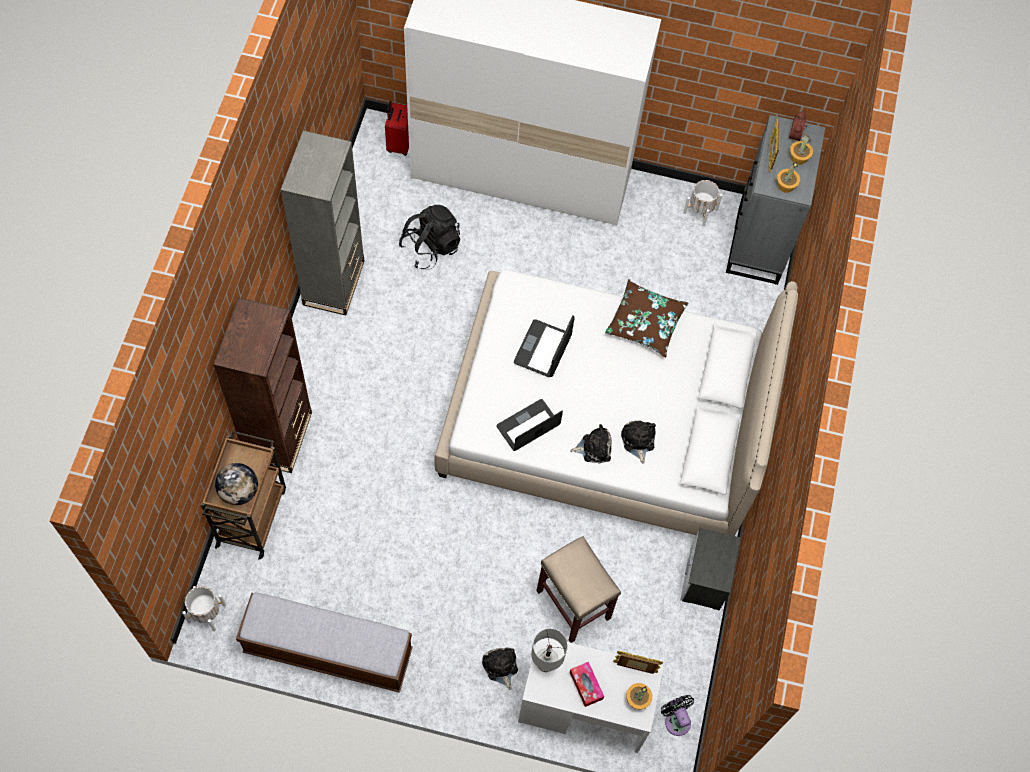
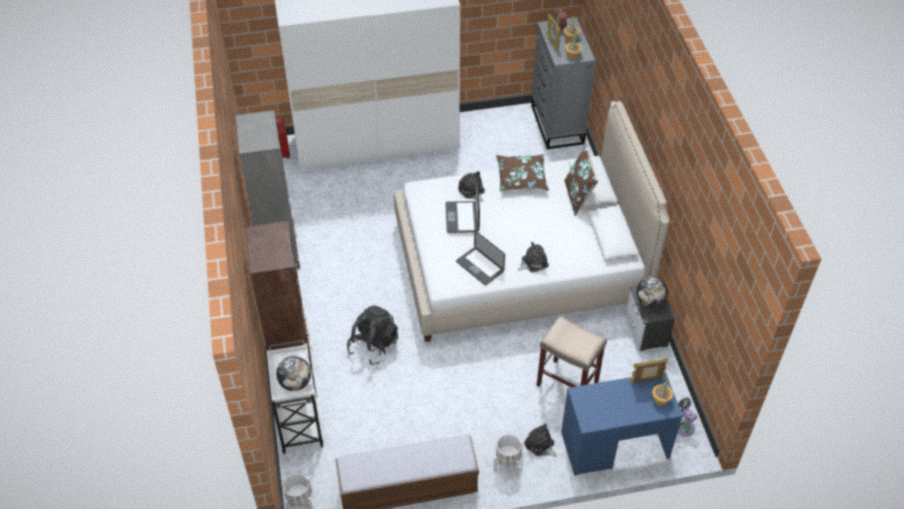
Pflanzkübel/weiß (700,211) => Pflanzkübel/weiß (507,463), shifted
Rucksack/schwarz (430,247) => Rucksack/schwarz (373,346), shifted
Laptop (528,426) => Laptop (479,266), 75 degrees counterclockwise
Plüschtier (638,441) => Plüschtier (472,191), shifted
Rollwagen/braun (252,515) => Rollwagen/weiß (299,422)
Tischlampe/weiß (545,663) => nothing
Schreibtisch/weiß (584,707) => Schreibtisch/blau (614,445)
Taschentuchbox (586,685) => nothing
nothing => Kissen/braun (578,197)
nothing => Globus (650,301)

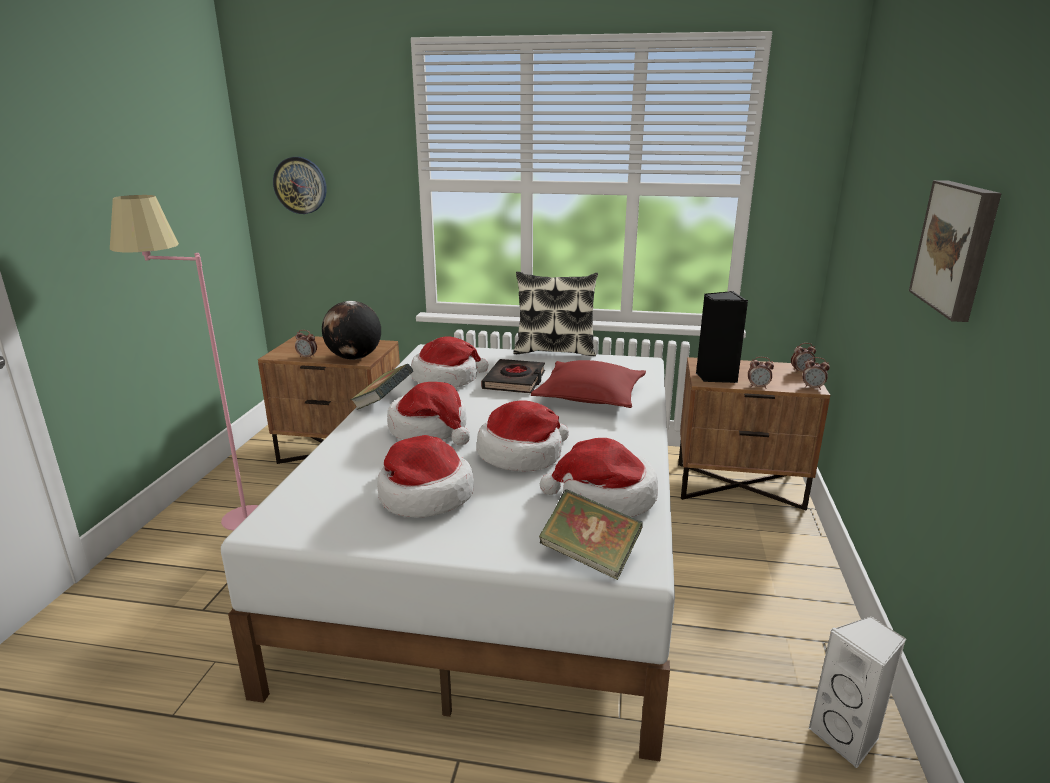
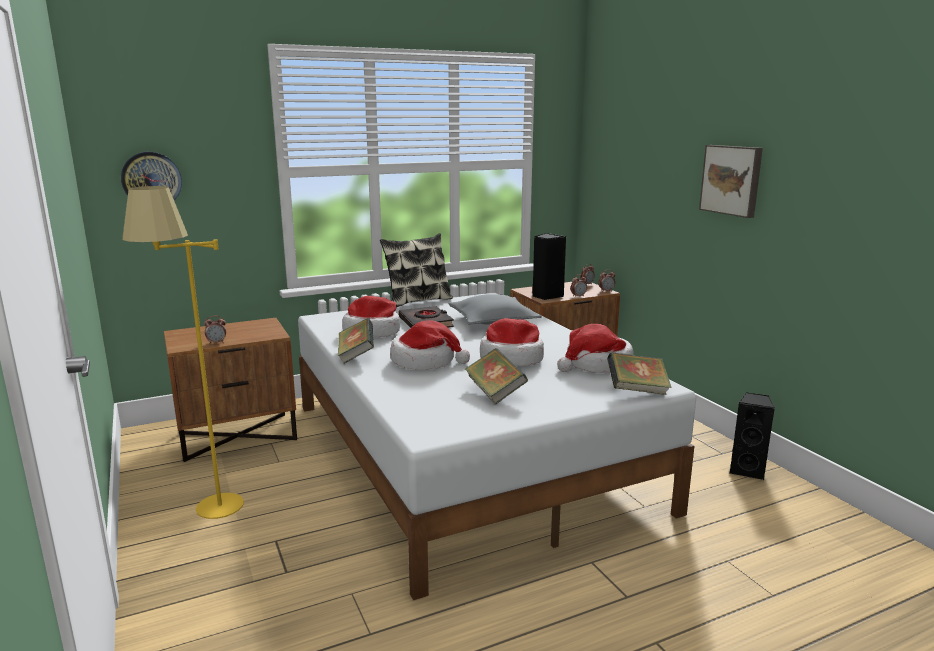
Stehlampe/rosa (224,526) => Stehlampe/gelb (208,517)
Globus (354,358) => nothing
Kissen/rot (590,396) => Kissen/grau (493,321)
Hut (424,495) => Buch (495,393)
Lautsprecher/weiß (847,738) => Lautsprecher/schwarz (747,470)

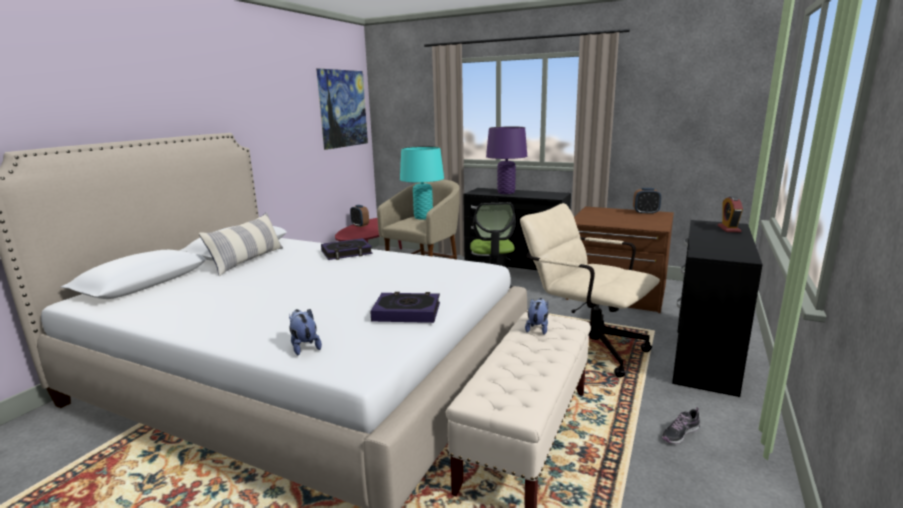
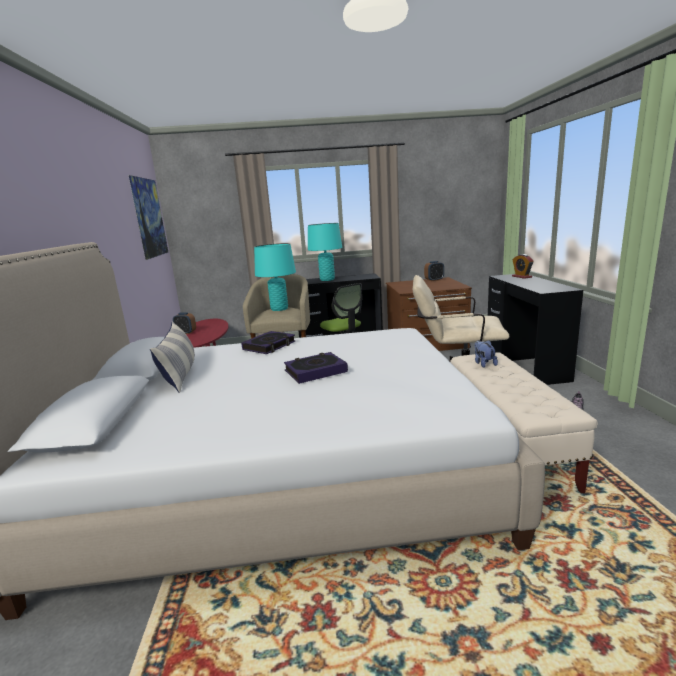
Tischlampe/lila (506,192) => Tischlampe/türkis (327,279)
Buch (407,312) => Buch (315,371), shifted
Plüschtier (304,346) => nothing

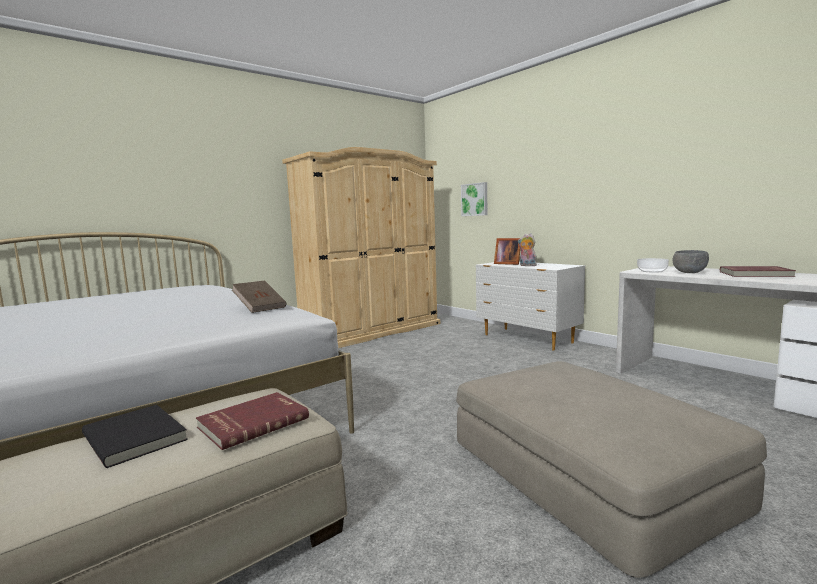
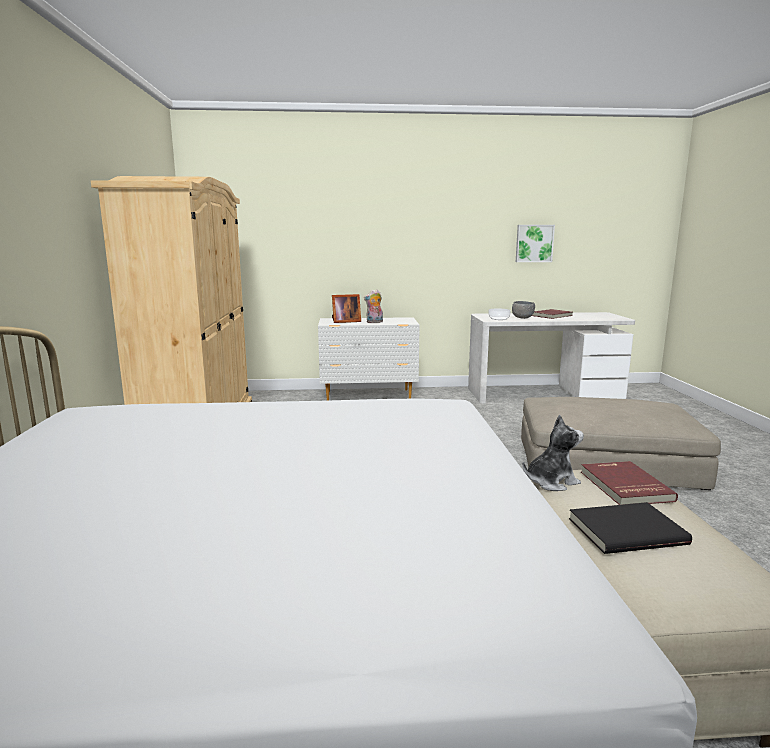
Bild (475,199) => Bild (534,243), shifted
Buch/braun (260,307) => nothing
nothing => Plüschtier (551,482)

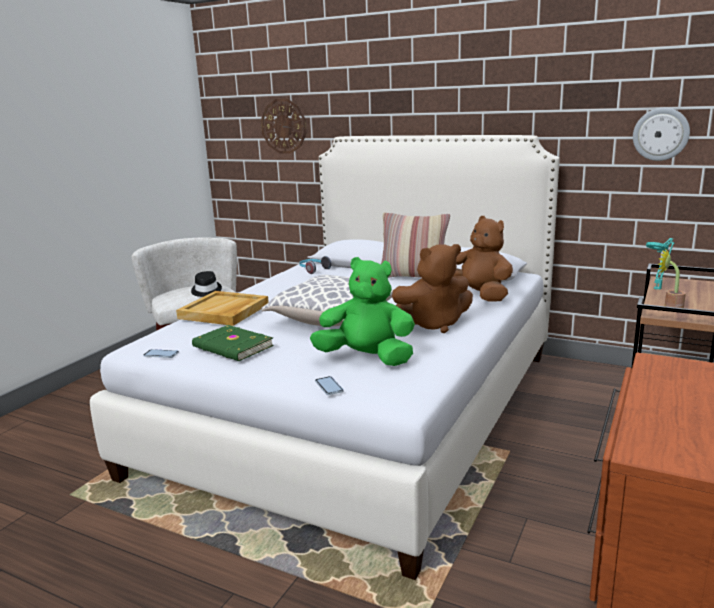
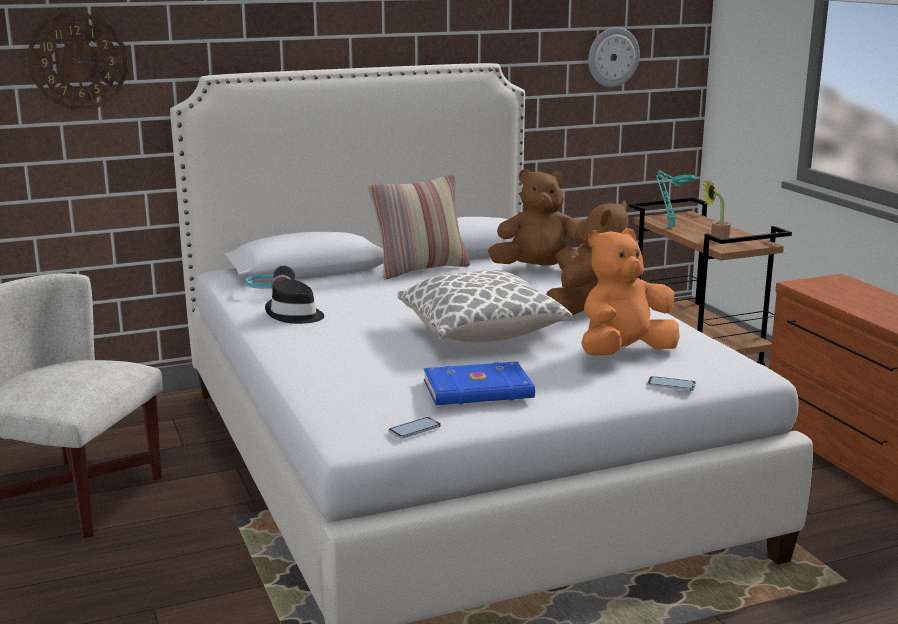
Plüschtier/grün (367,358) => Plüschtier/orange (624,353)
Hut/schwarz (206,291) => Hut/schwarz (295,315), shifted
Tablett/beige (224,311) => nothing
Buch/grün (232,347) => Buch/blau (479,390)

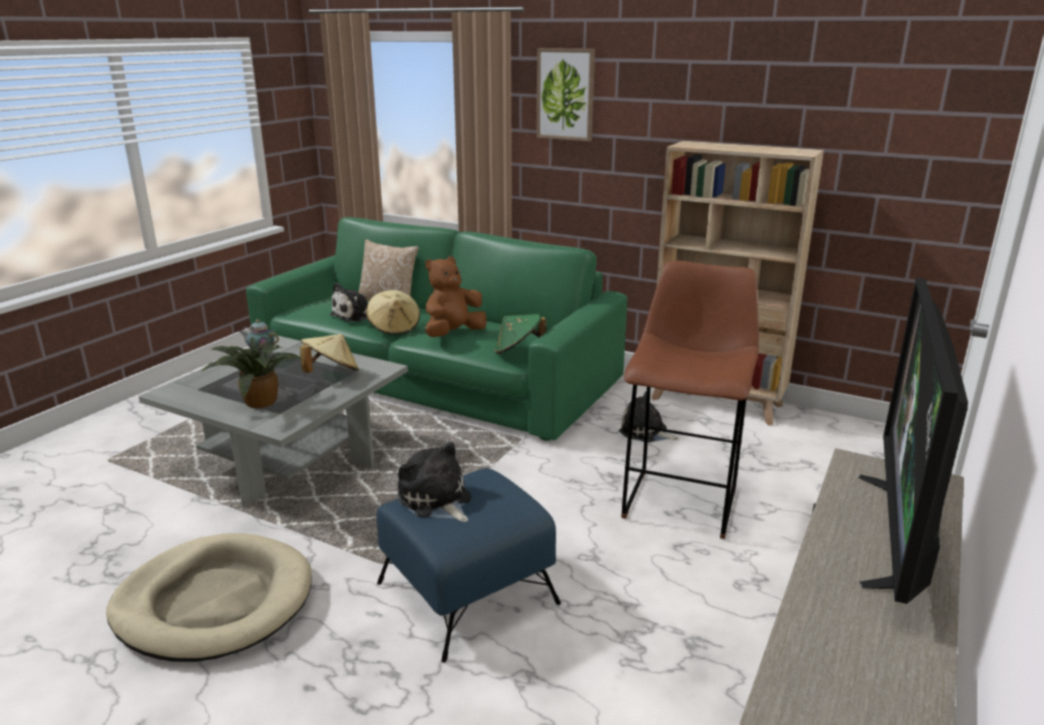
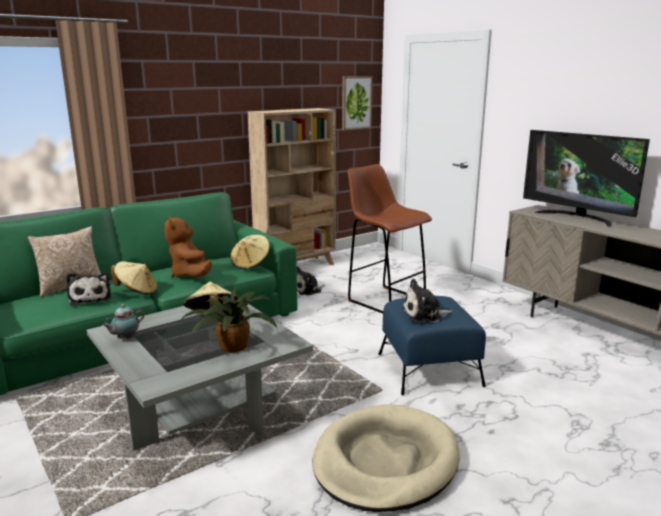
Bild (565,94) => Bild (356,102), shifted
Hut/grün (518,350) => Hut/beige (251,264)

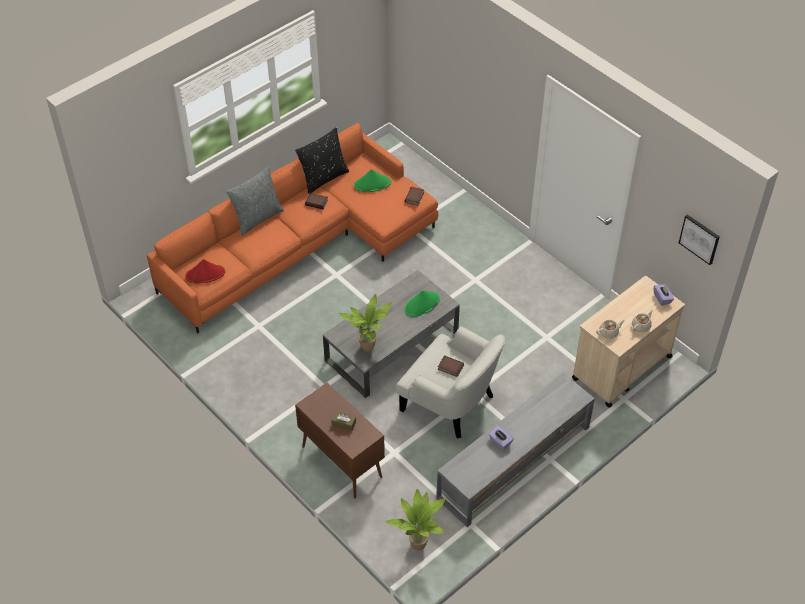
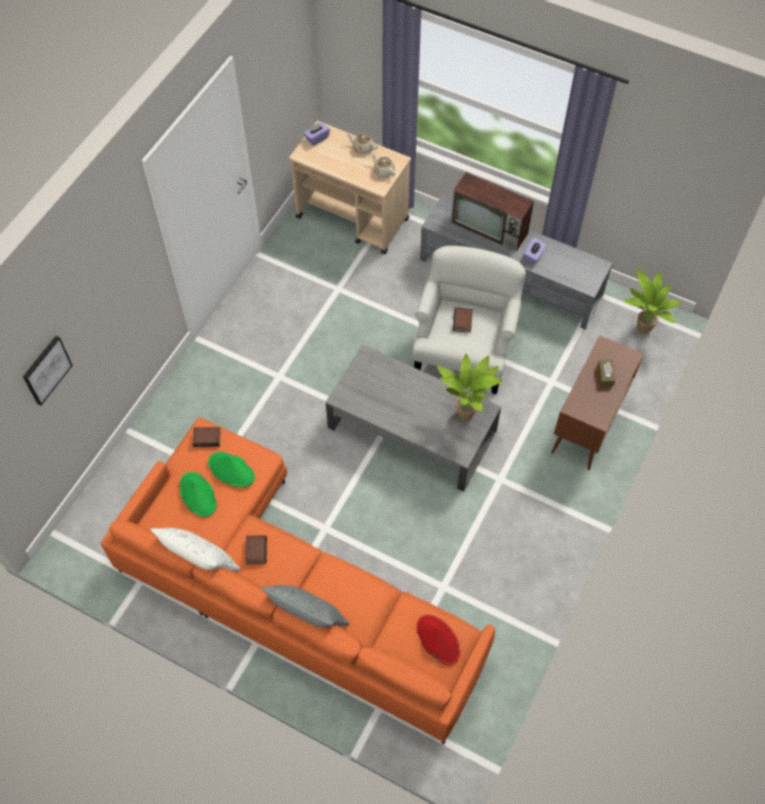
Kissen/schwarz (323,178) => Kissen/weiß (201,563)
Bild (699,239) => Bild (46,370), shifted
Hut/grün (422,305) => Hut/grün (231,470), shifted
nothing => Fernseher (491,228)

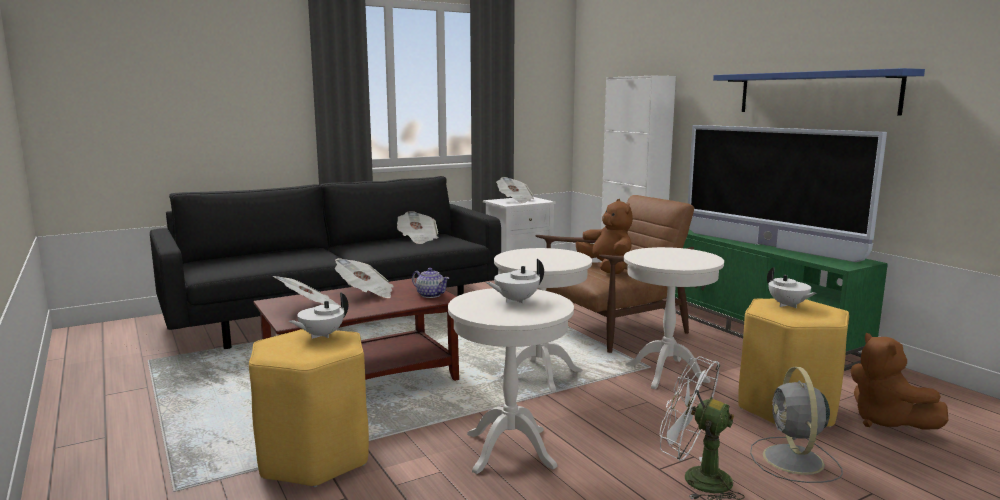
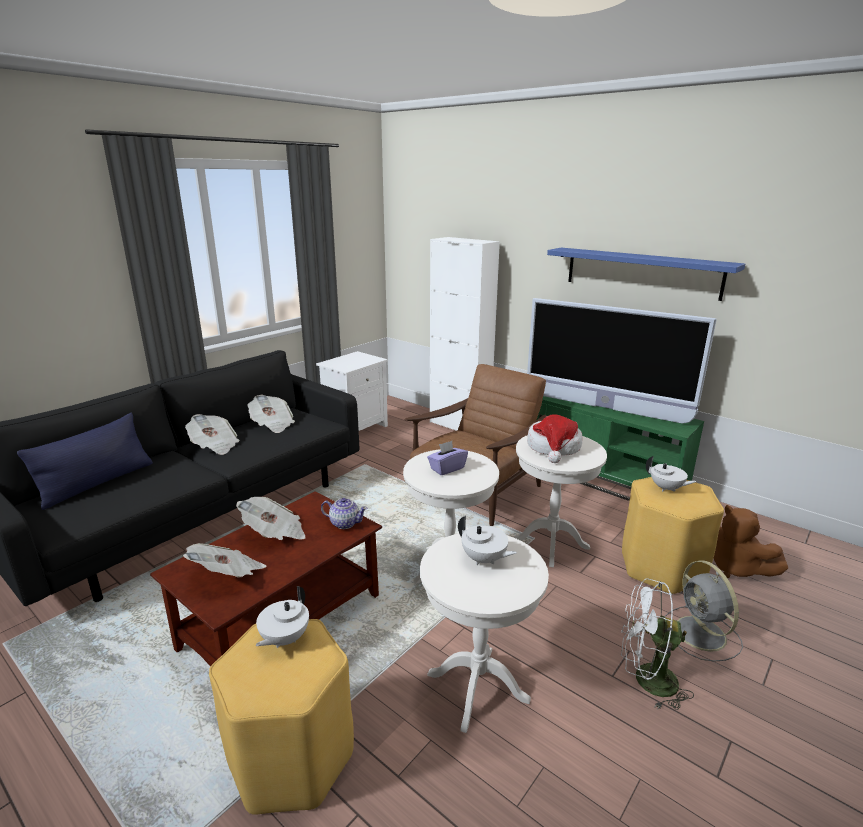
Zeitung (515,200) => Zeitung (214,446), shifted
Plüschtier/braun (606,269) => nothing
Teekanne/weiß (516,300) => Teekanne/weiß (484,559), 90 degrees counterclockwise
nothing => Kissen/blau (97,483)
nothing => Hut (554,447)
nothing => Taschentuchbox/lila (447,468)

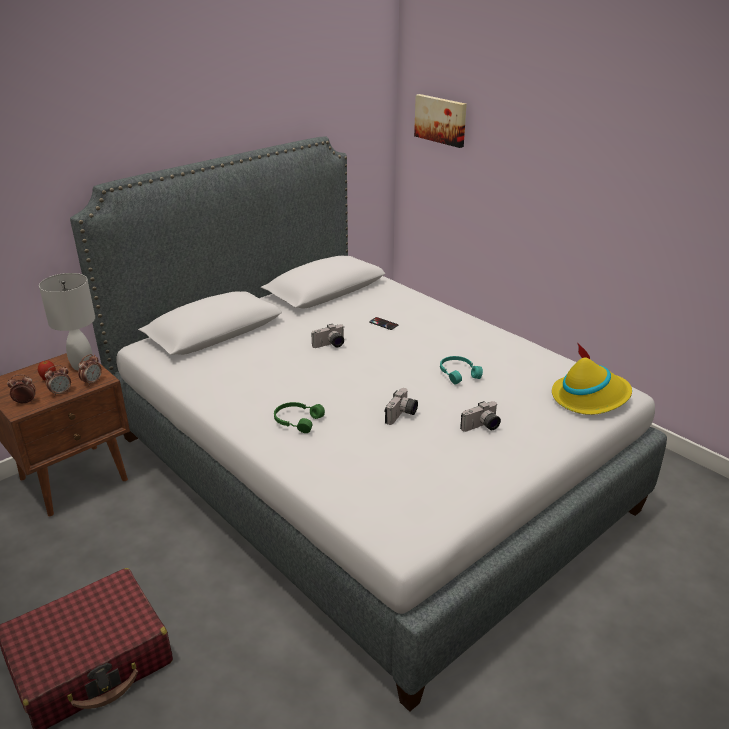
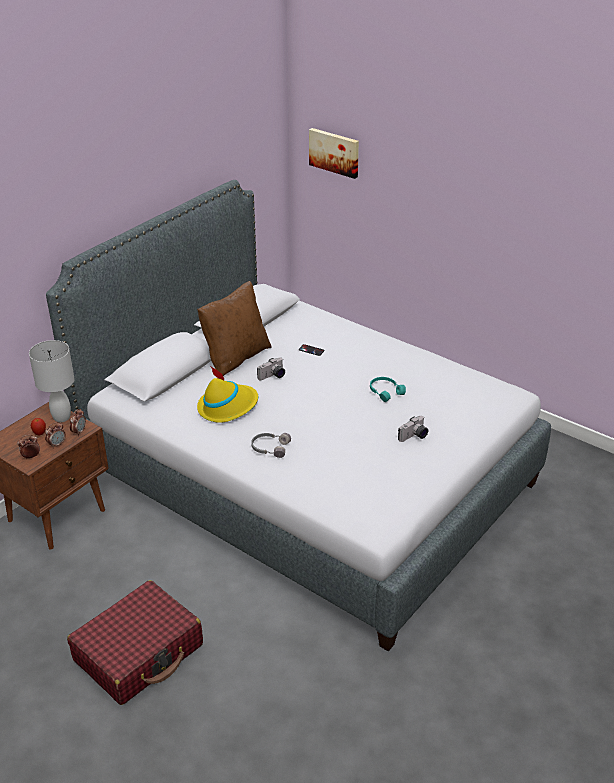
Hut/gelb (590,397) => Hut/gelb (227,407), shifted
Kamera (402,415) => nothing
Kopfhörer/grün (297,421) => Kopfhörer/grau (270,448)
nothing => Kissen/braun (235,358)

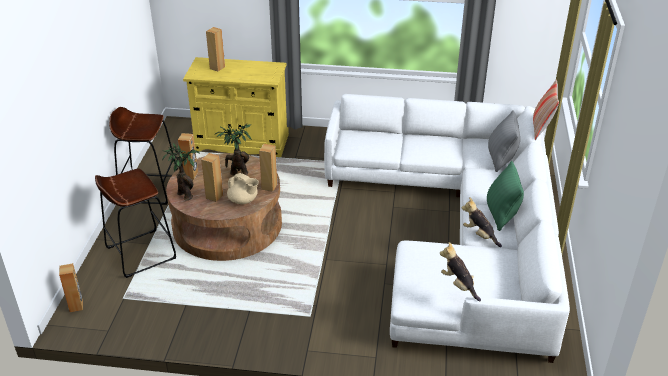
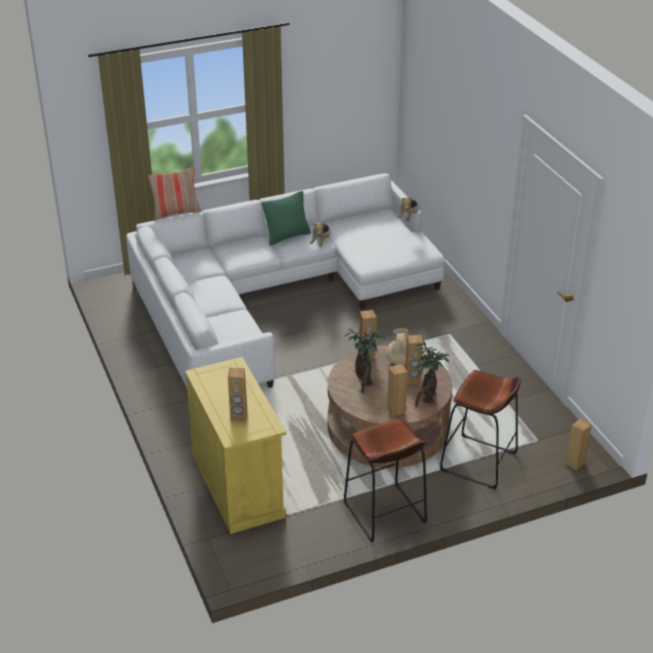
Kissen/grau (501,159) => nothing

